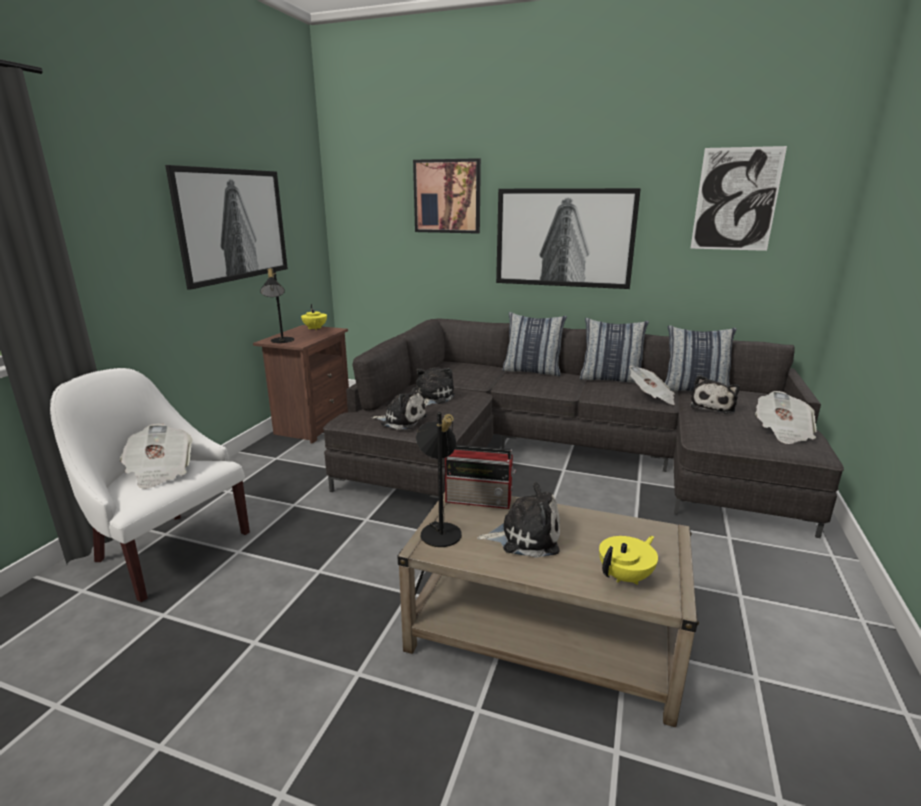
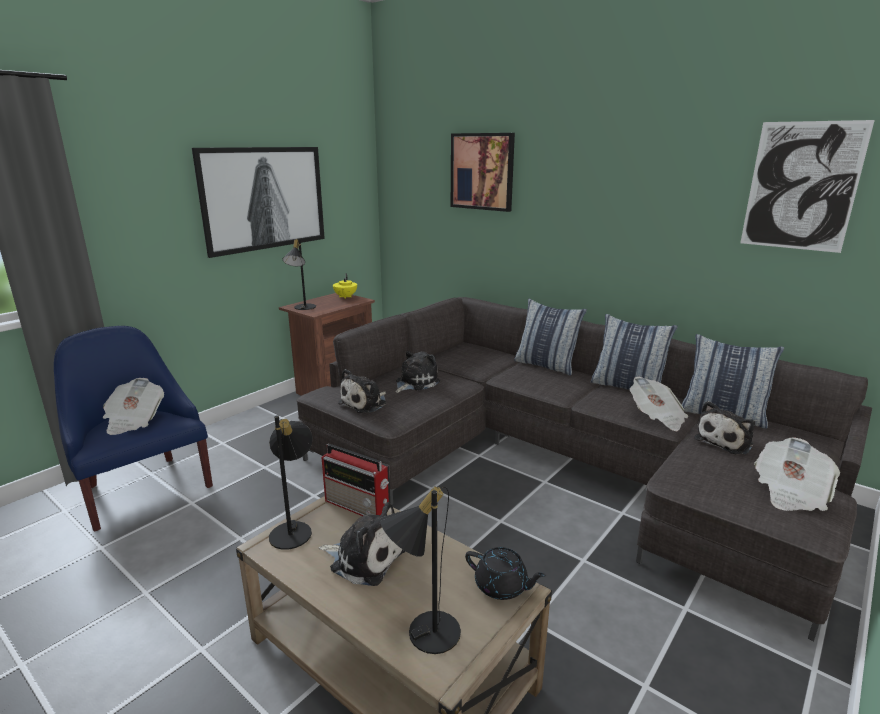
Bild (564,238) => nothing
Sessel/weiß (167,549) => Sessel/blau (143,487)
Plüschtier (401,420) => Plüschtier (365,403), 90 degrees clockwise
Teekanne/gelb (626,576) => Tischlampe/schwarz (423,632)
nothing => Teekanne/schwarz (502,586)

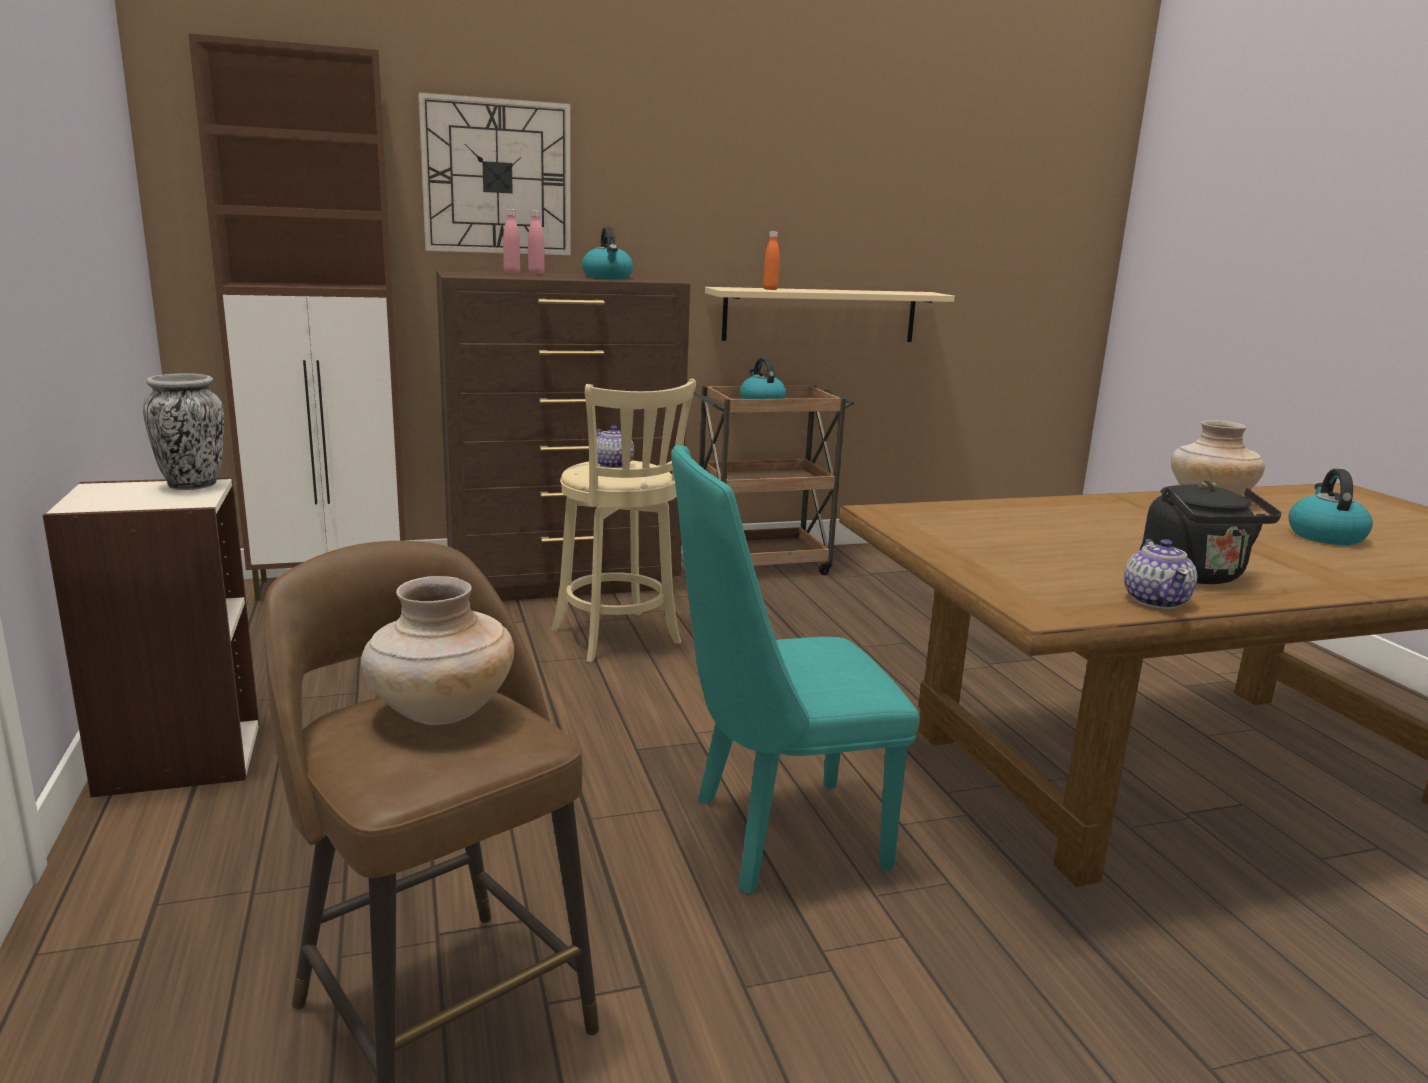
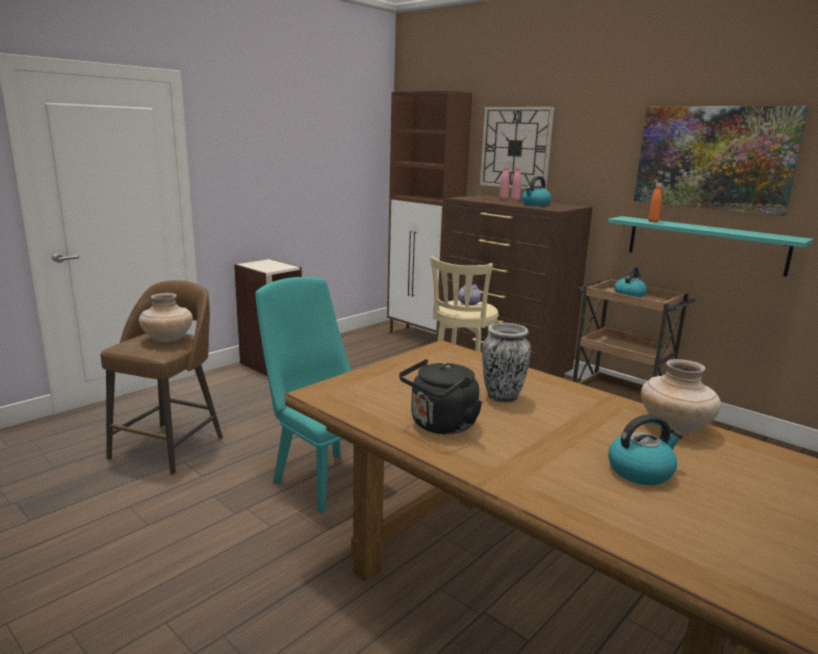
Wandregal/beige (820,315) => Wandregal/türkis (705,244)
Vase (192,485) => Vase (502,397), shifted
Teekanne (1156,600) => nothing
nothing => Bild (713,158)

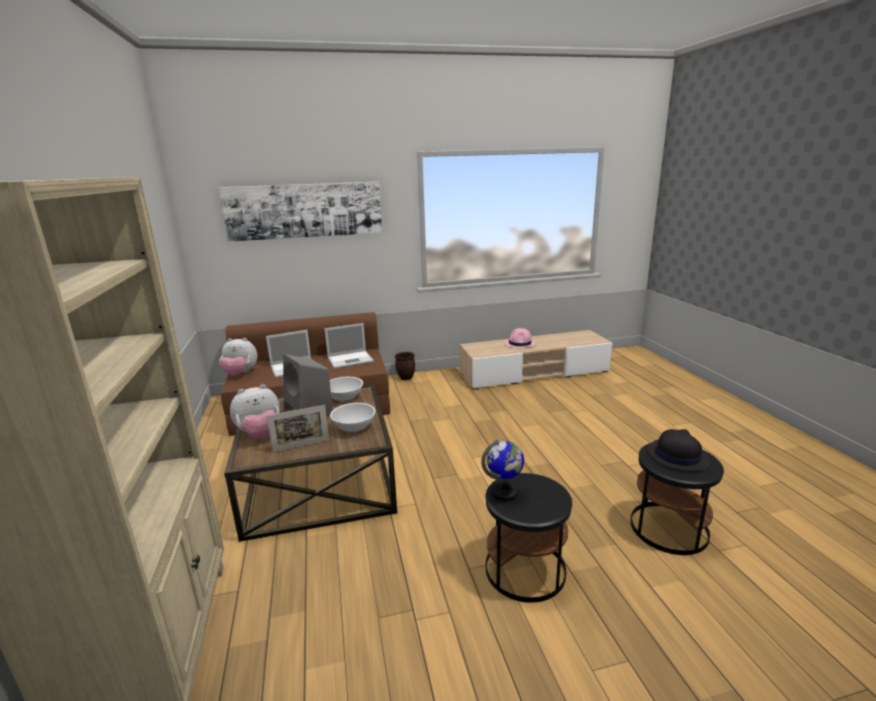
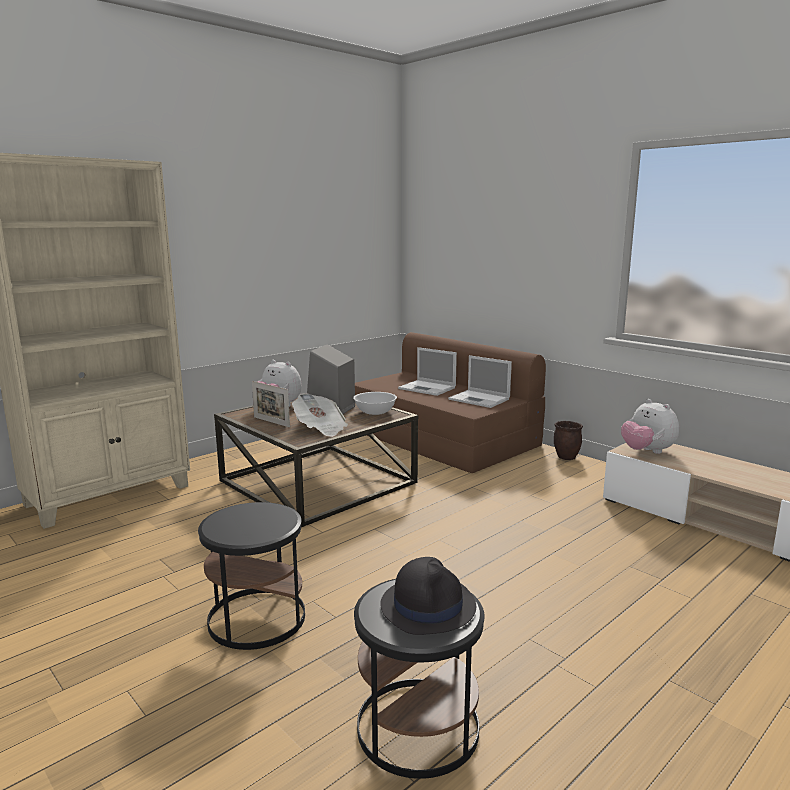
Bild (304,210) => nothing
Hut/rosa (520,344) => nothing
Plüschtier (240,374) => Plüschtier (647,451), shifted
Schüssel/weiß (354,427) => Zeitung (320,429)
Globus (504,493) => nothing

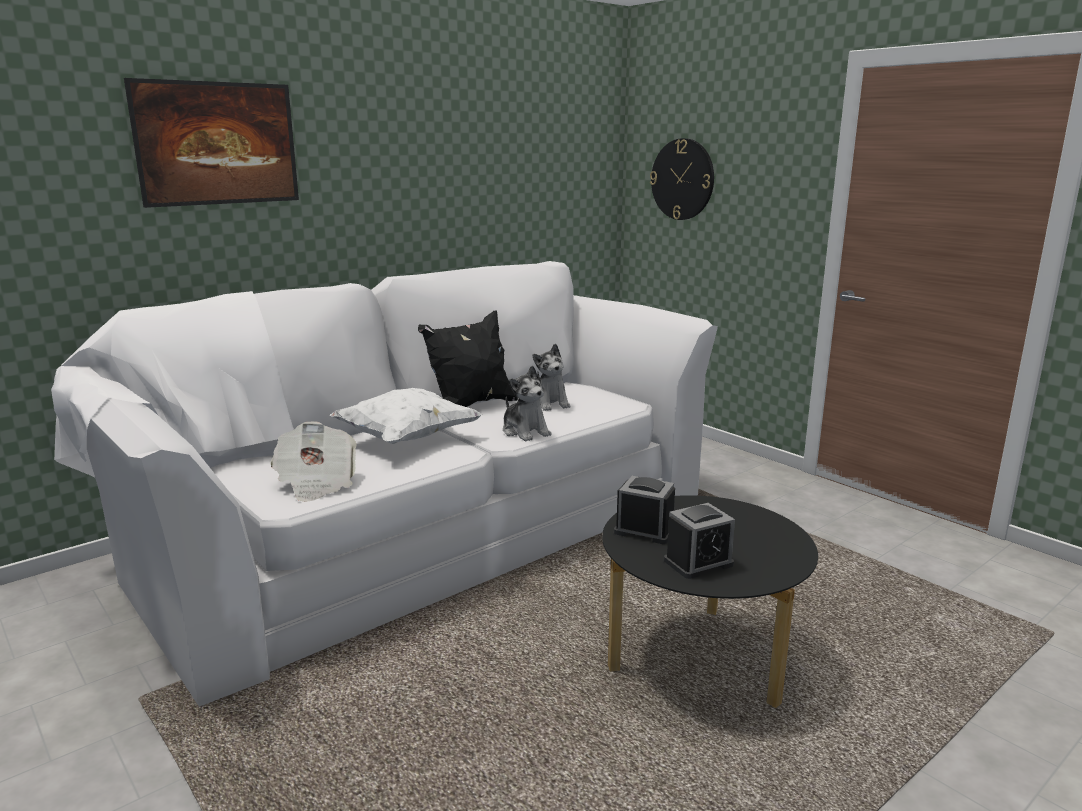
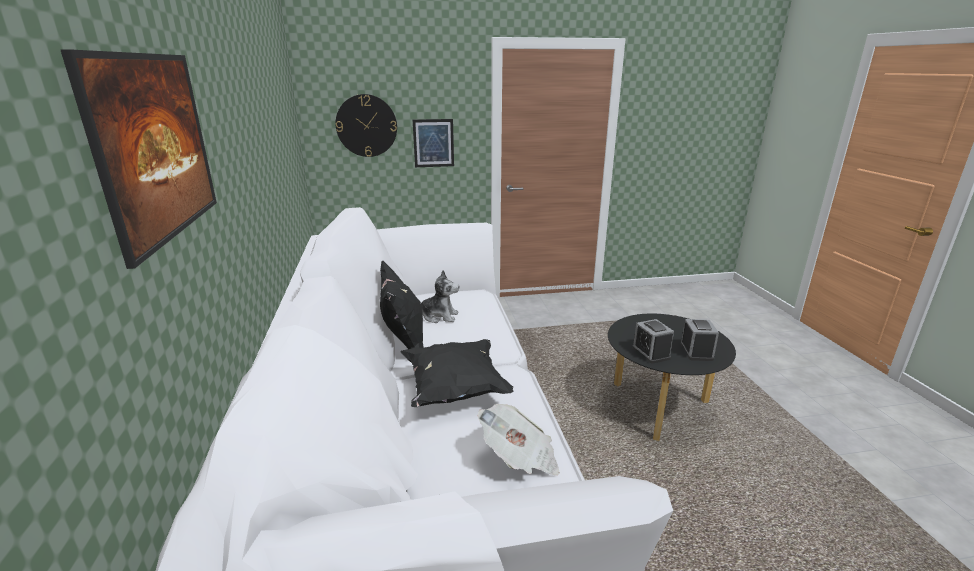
Plüschtier (525,431) => nothing
Kissen/weiß (407,439) => Kissen/schwarz (455,389)
Wecker (644,530) => Wecker (650,353), 75 degrees counterclockwise
nothing => Bild (433,143)

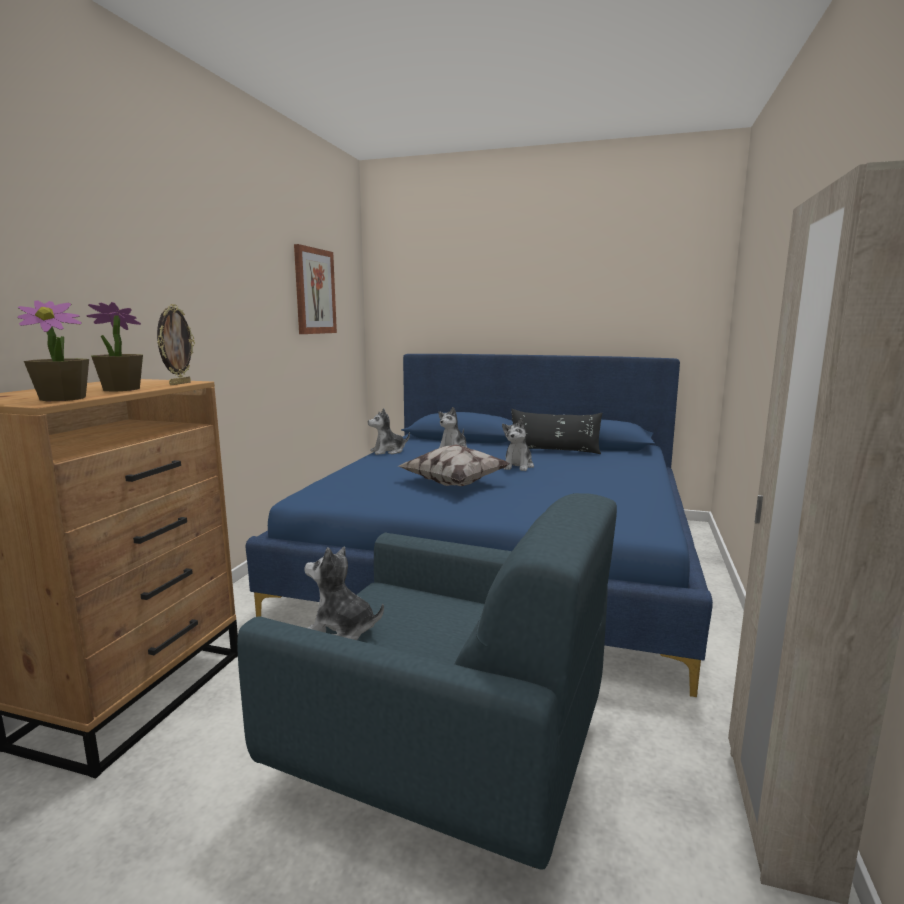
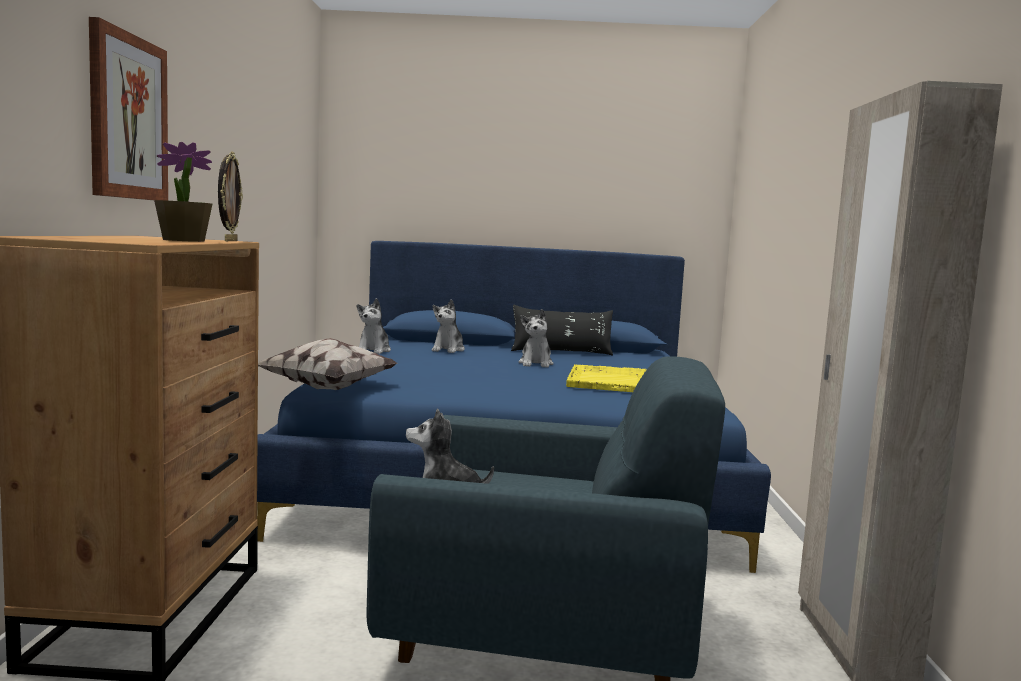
Bild (314,291) => Bild (127,117), shifted
Topfpflanze (63,398) => nothing
Plüschtier (388,451) => Plüschtier (374,351), 45 degrees counterclockwise
Kissen (454,483) => Kissen (327,387), shifted
nothing => Tablett/gelb (608,381)

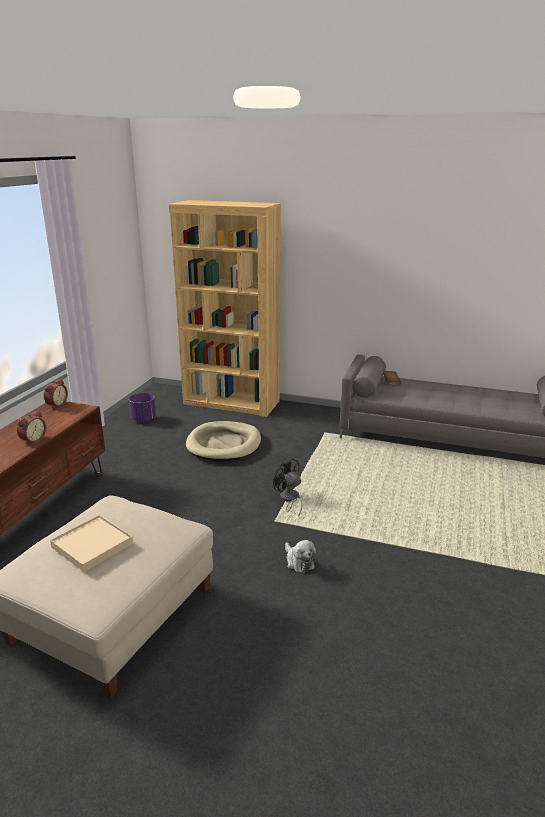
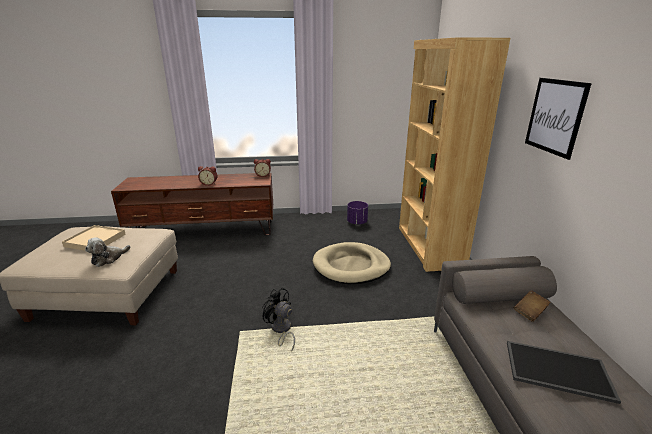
Ventilator/schwarz (289,500) => Ventilator/schwarz (281,330), 75 degrees counterclockwise
Plüschtier (298,562) => Plüschtier (108,258), shifted
nothing => Bild (555,116)
nothing => Tablett (557,371)

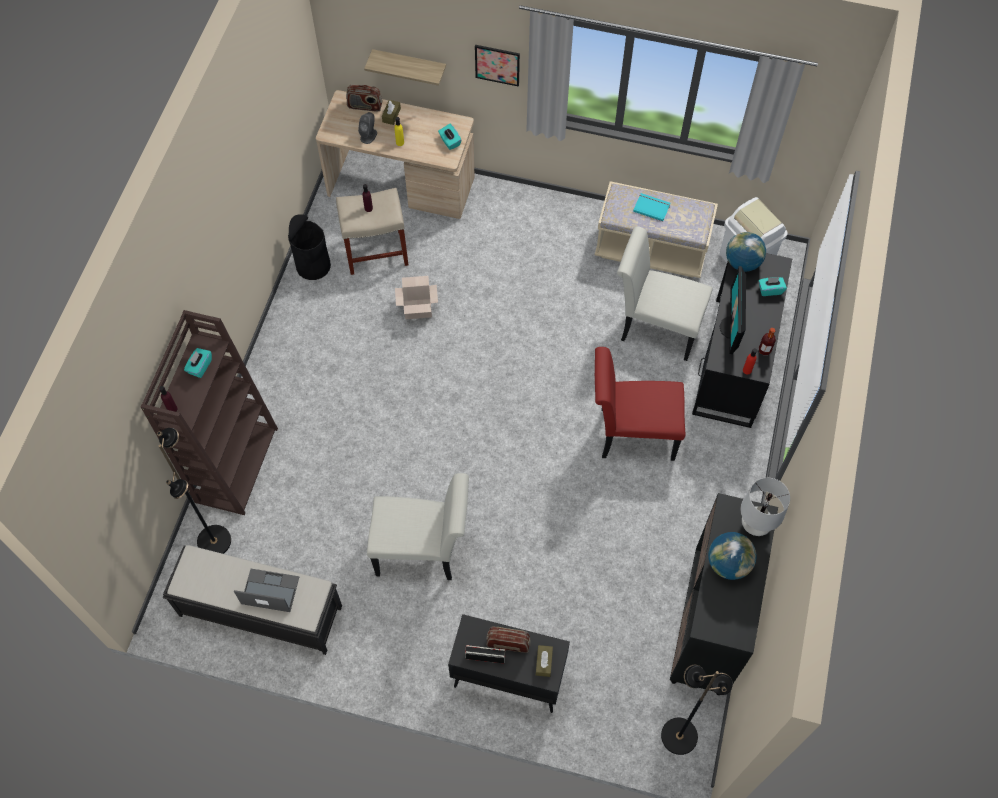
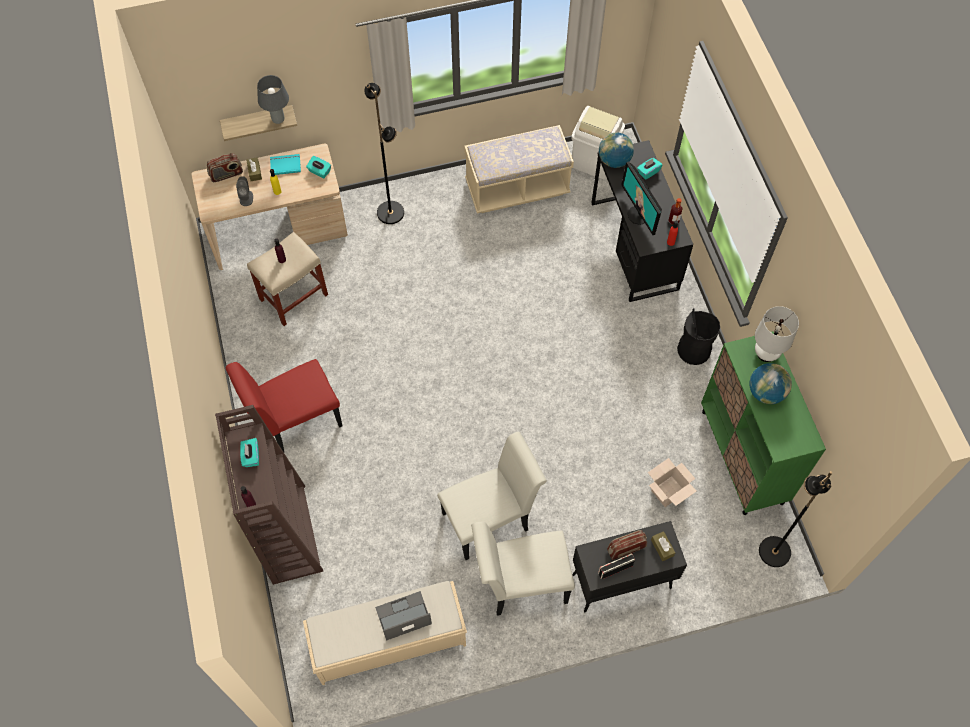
Bild (497,65) => nothing
Buch/türkis (651,207) => Buch/türkis (285,164), shifted
Mülleimer/schwarz (313,265) => Mülleimer/schwarz (694,350), shifted
Stuhl/weiß (655,327) => Stuhl/weiß (520,583), shifted
Karton (418,308) => Karton (668,490), shifted
Stuhl/rot (630,434) => Stuhl/rot (295,422), shifted
Stehlampe/schwarz (215,541) => Stehlampe/schwarz (391,212), shifted
Schrank/schwarz (707,625) => Schrank/grün (742,457)
Bank/schwarz (259,610) => Bank/beige (388,642)
nothing => Tischlampe/grau (278,119)

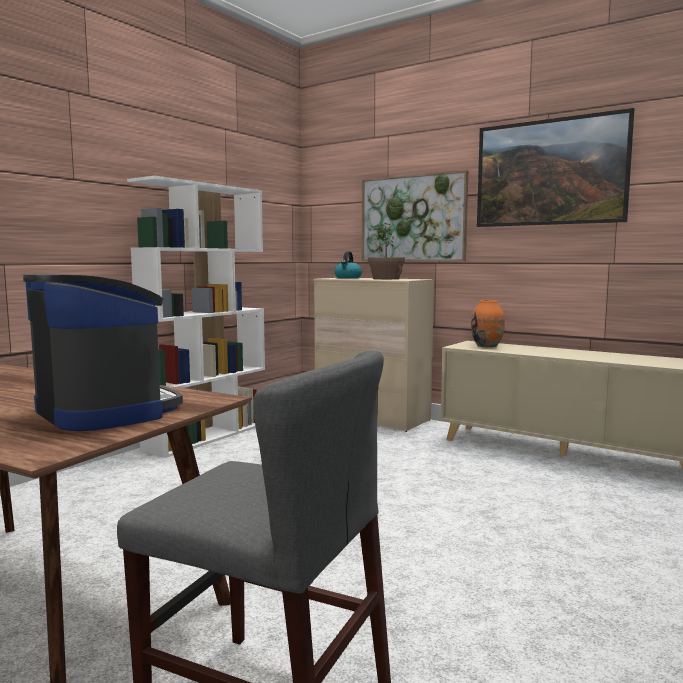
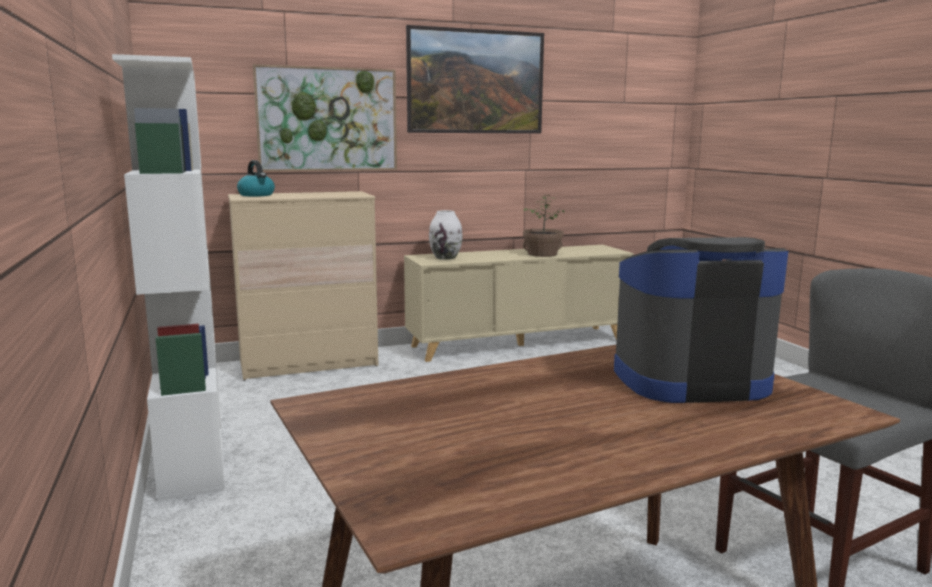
Topfpflanze (386,278) => Topfpflanze (542,254), shifted
Vase/orange (487,346) => Vase/weiß (446,258)

